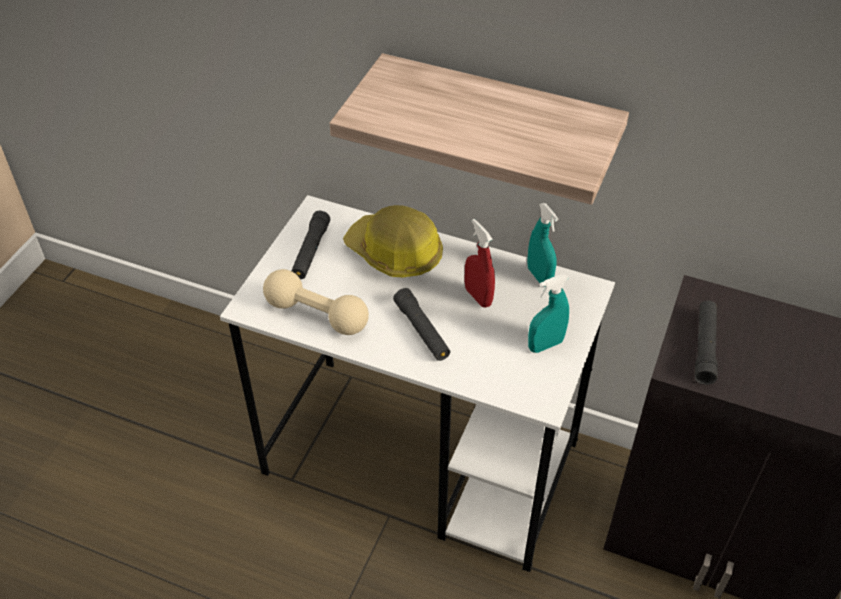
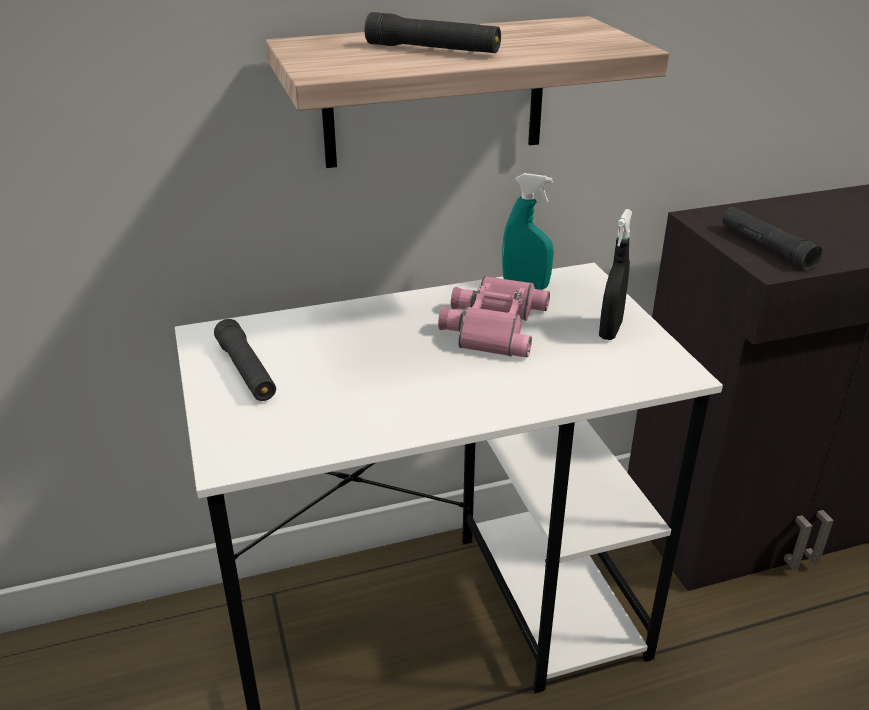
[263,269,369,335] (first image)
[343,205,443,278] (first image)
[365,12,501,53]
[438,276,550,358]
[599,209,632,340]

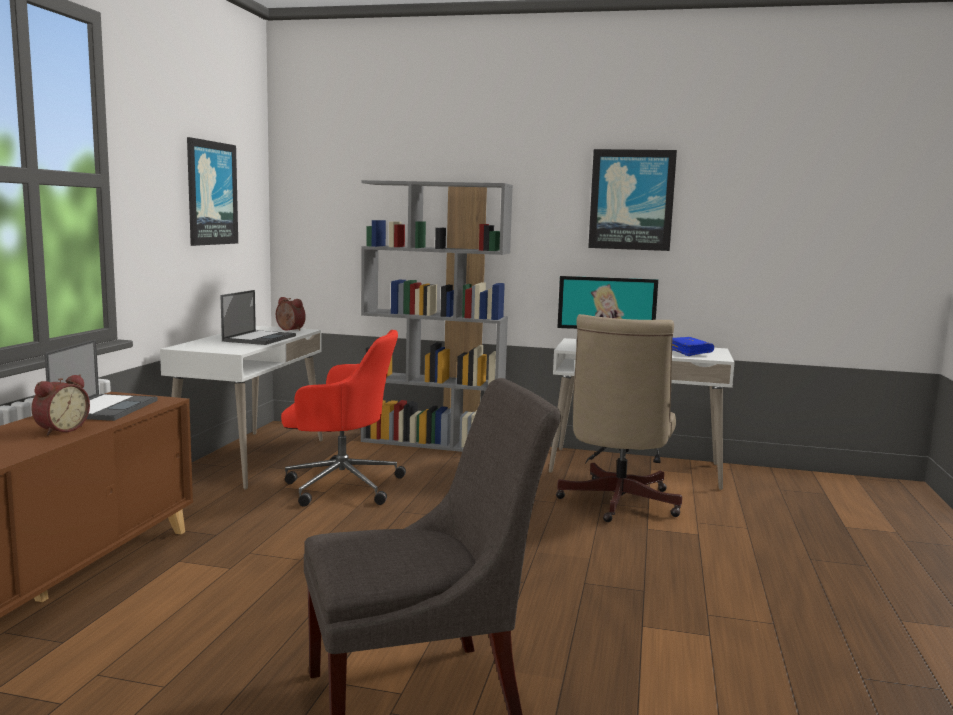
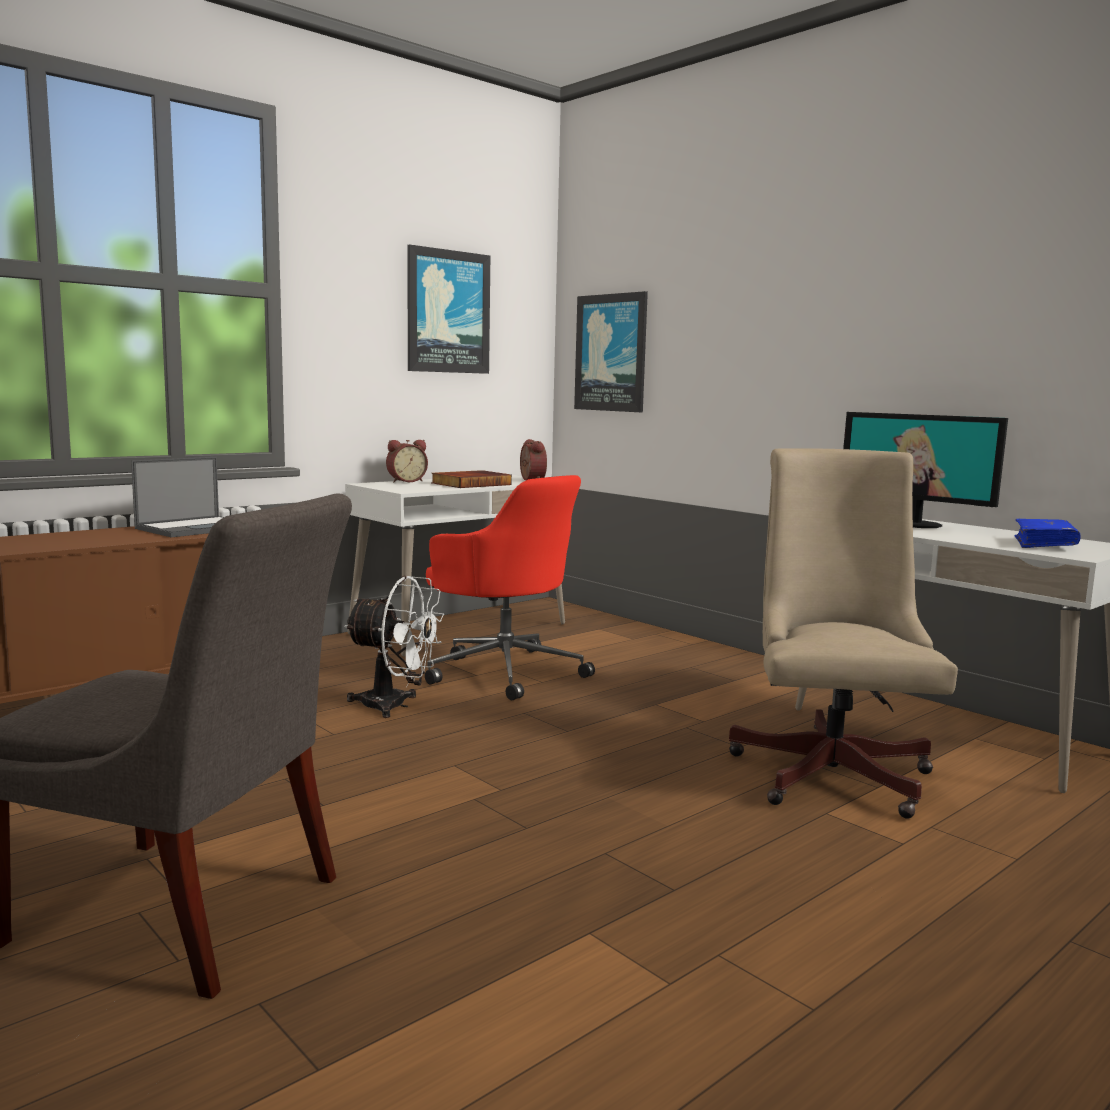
[361,180,513,452] (first image)
[344,576,444,718]
[386,440,428,482]
[574,291,648,412]
[431,470,512,488]
[729,448,958,819]

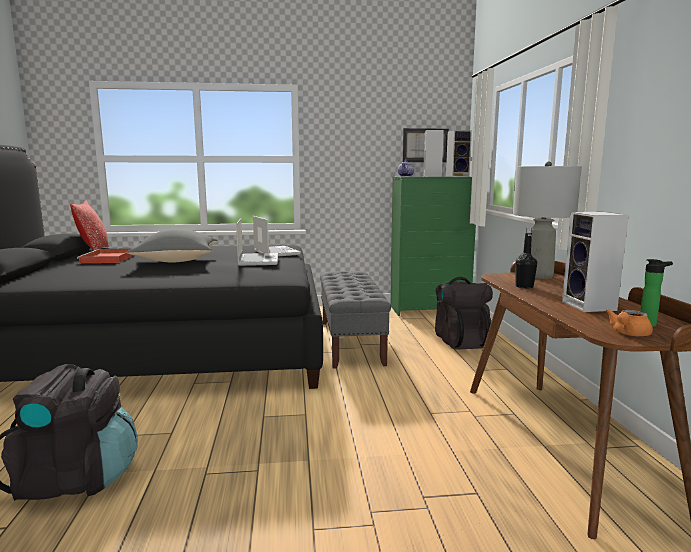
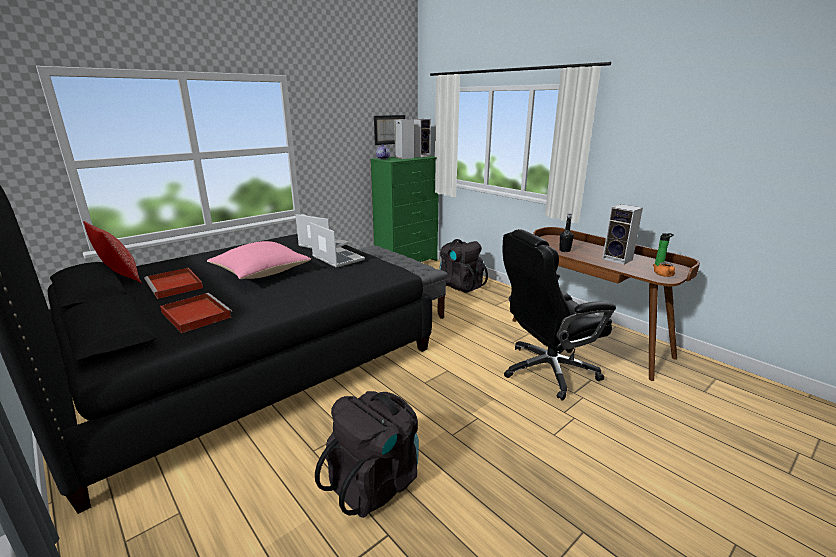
[513,161,582,279] (first image)
[160,293,232,333]
[503,229,616,400]
[207,241,311,279]

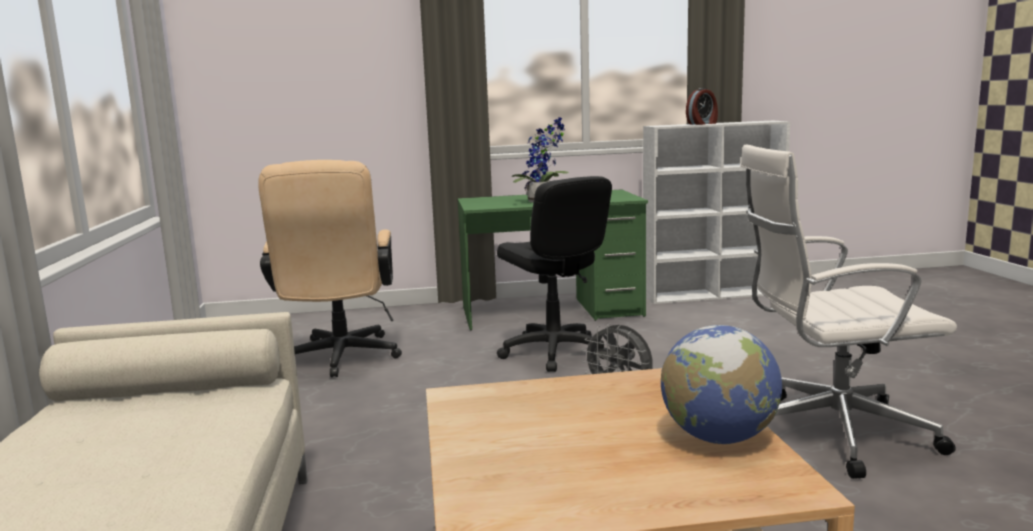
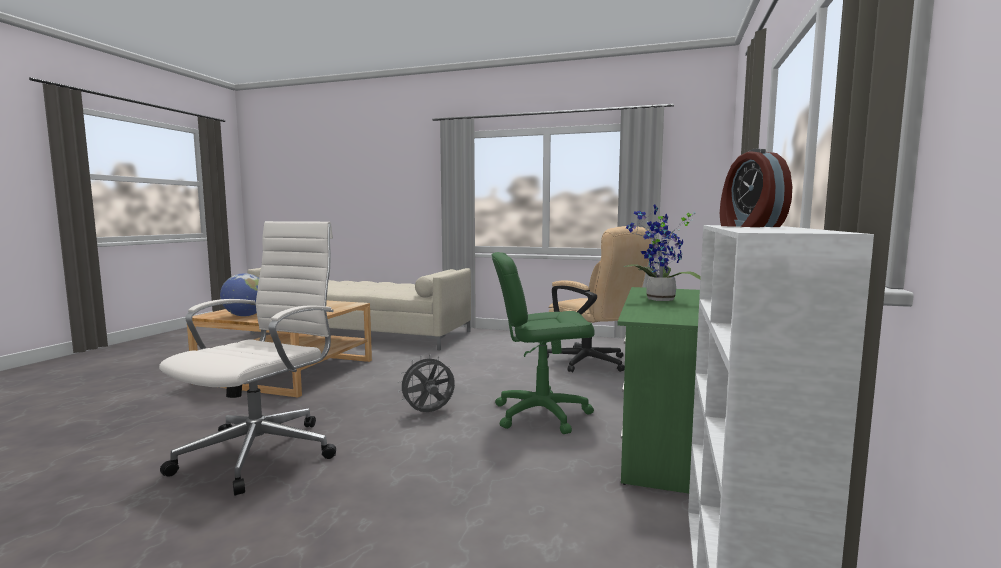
[492,252,595,434]
[547,226,651,372]

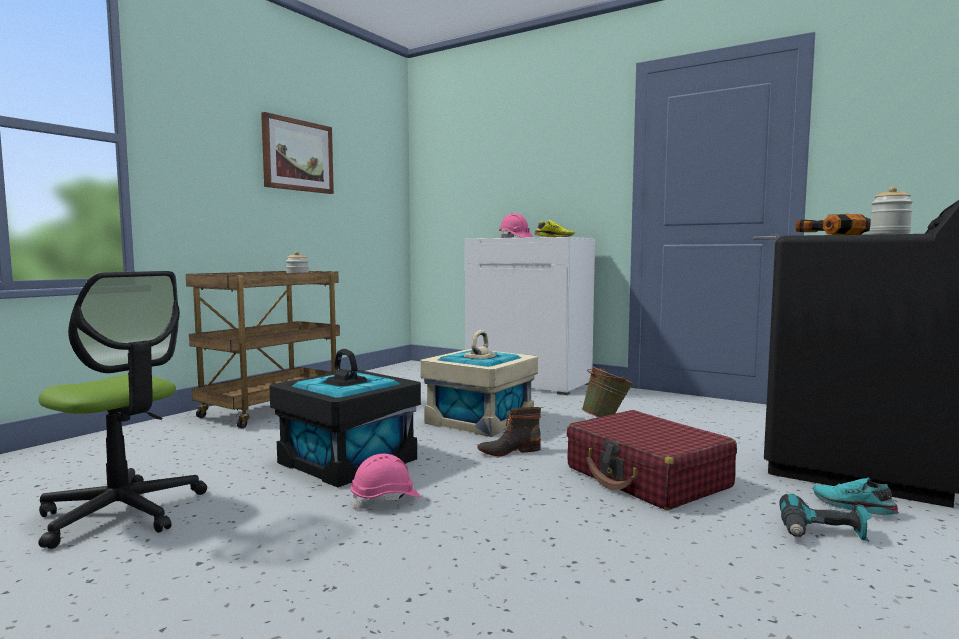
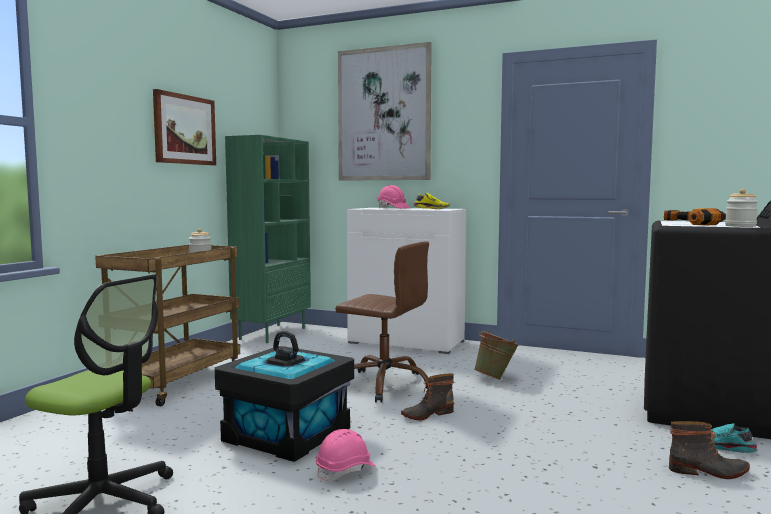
[567,410,737,510] (first image)
[225,135,311,343]
[338,42,432,181]
[335,241,429,403]
[669,421,750,479]

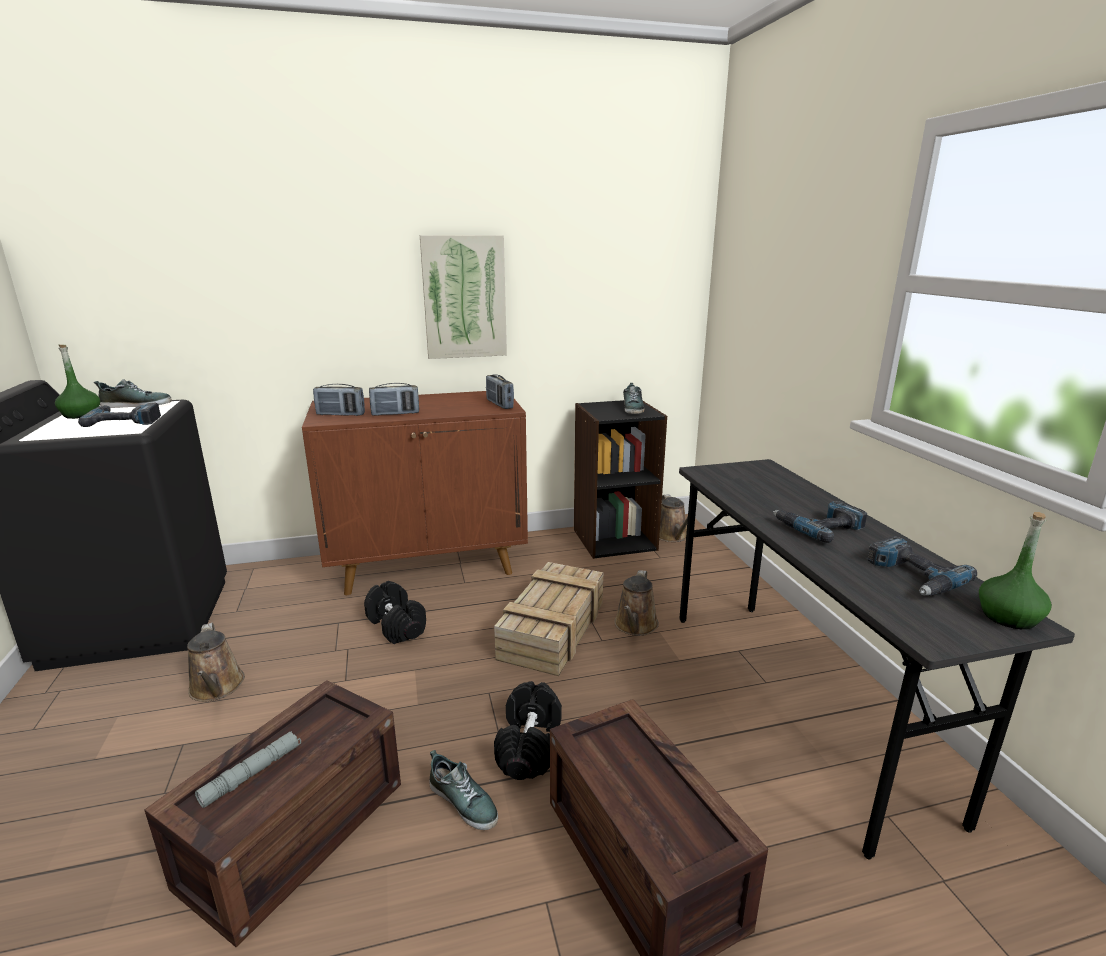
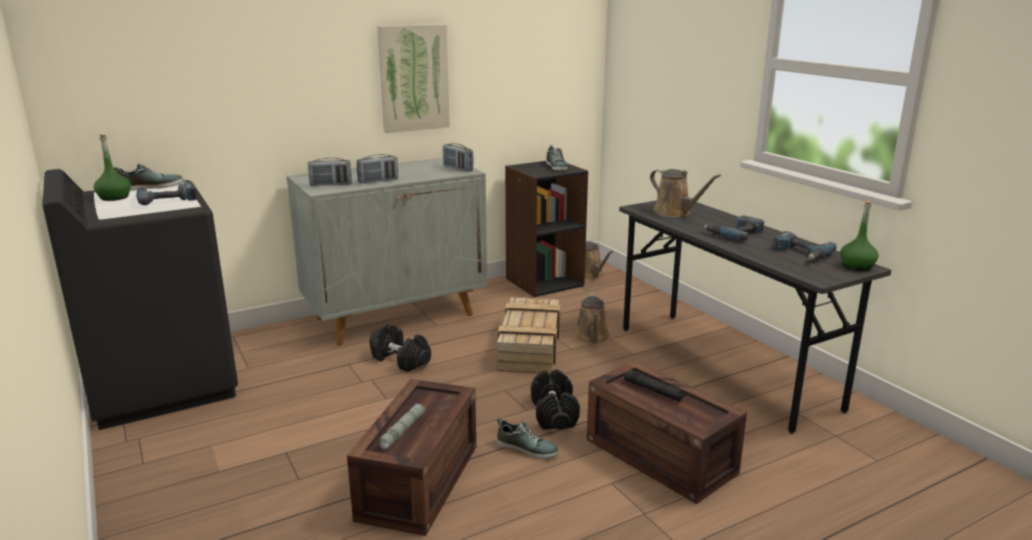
[624,370,686,402]
[650,169,721,217]
[287,158,487,346]

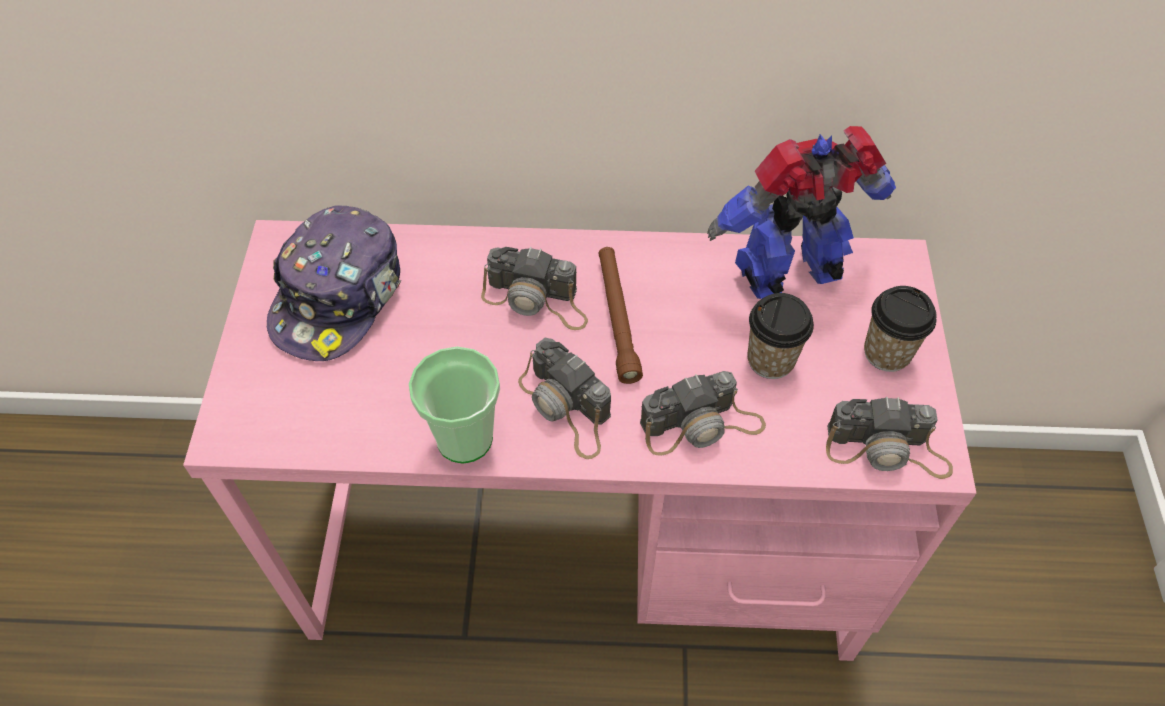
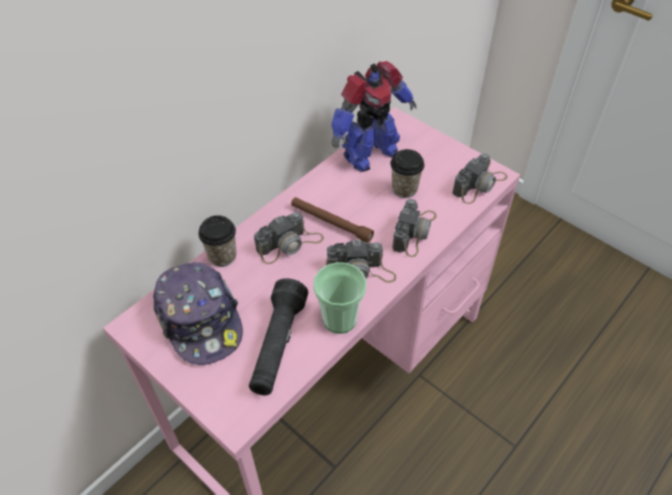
[249,278,308,395]
[198,215,236,267]
[331,61,416,172]

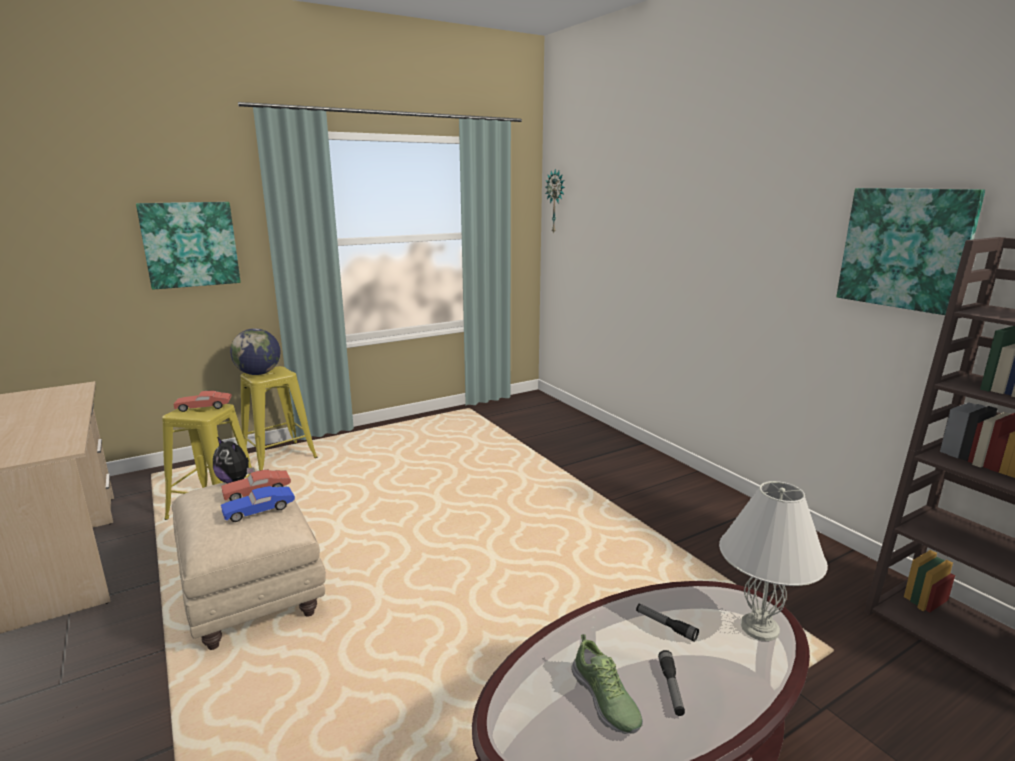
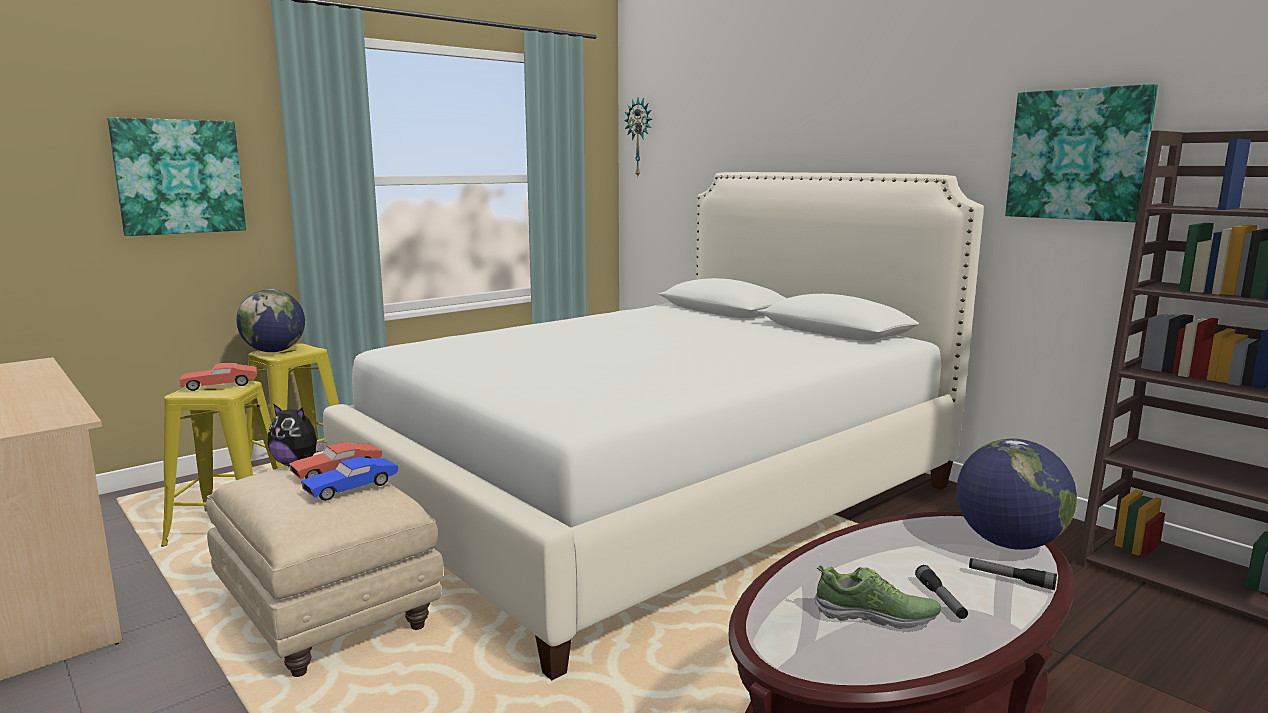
[323,172,984,680]
[969,558,1057,590]
[957,438,1077,550]
[814,565,941,629]

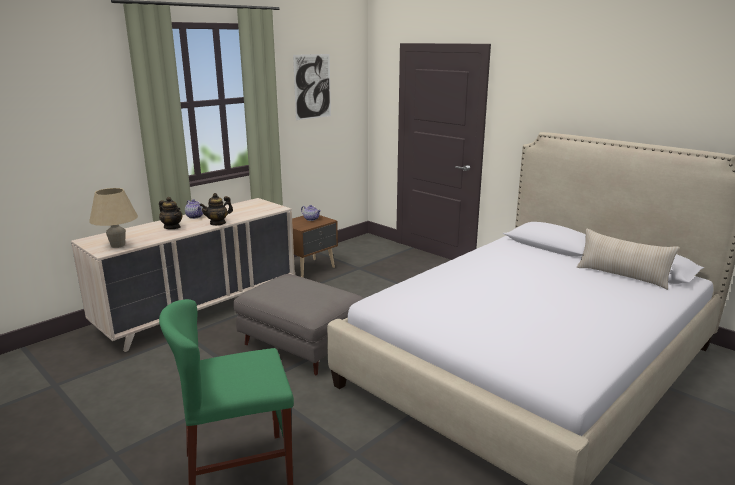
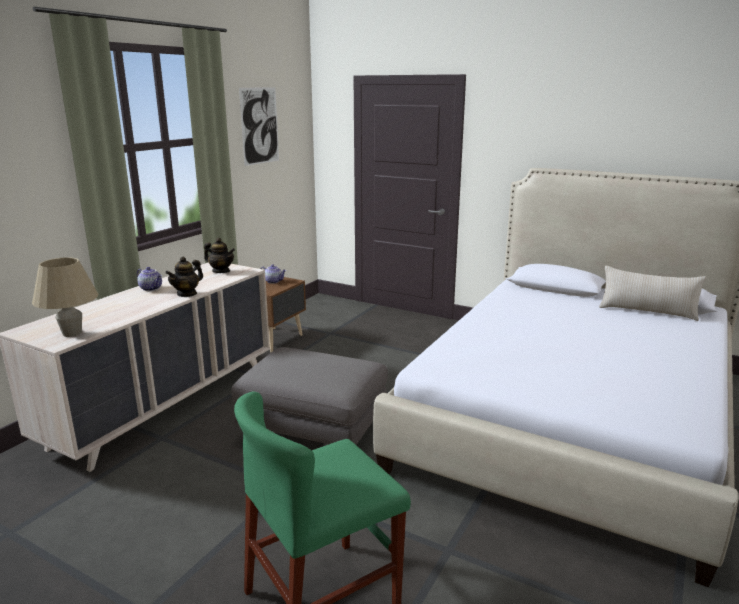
[204,238,235,273]

